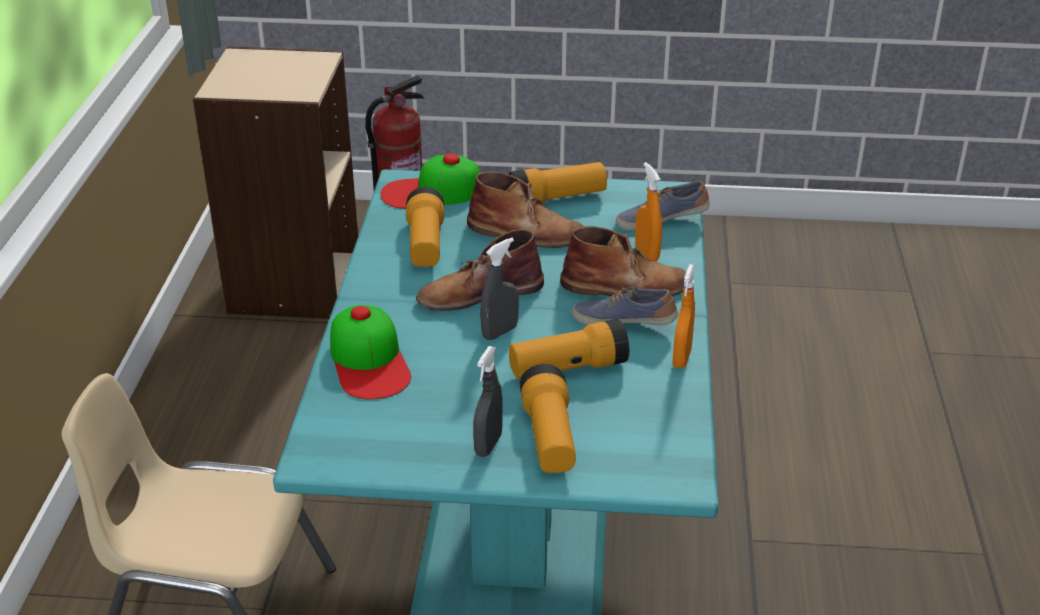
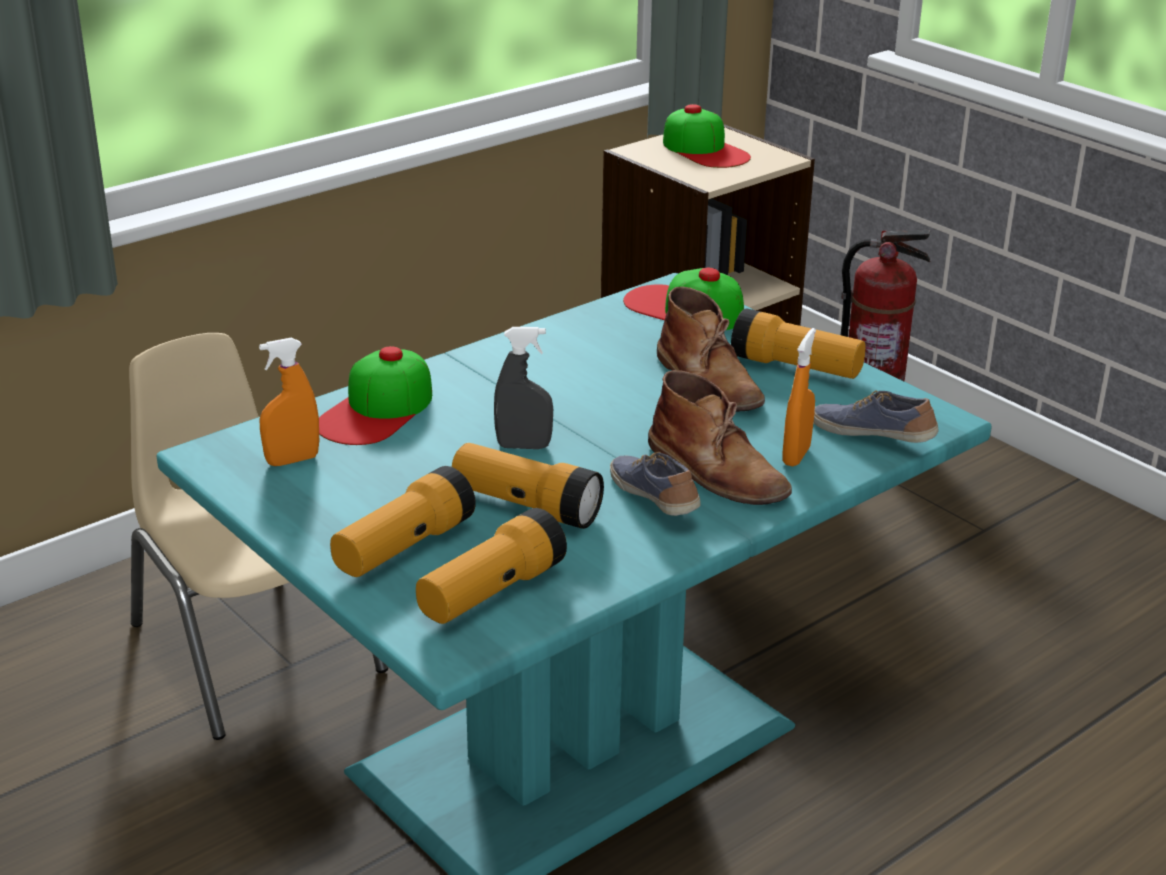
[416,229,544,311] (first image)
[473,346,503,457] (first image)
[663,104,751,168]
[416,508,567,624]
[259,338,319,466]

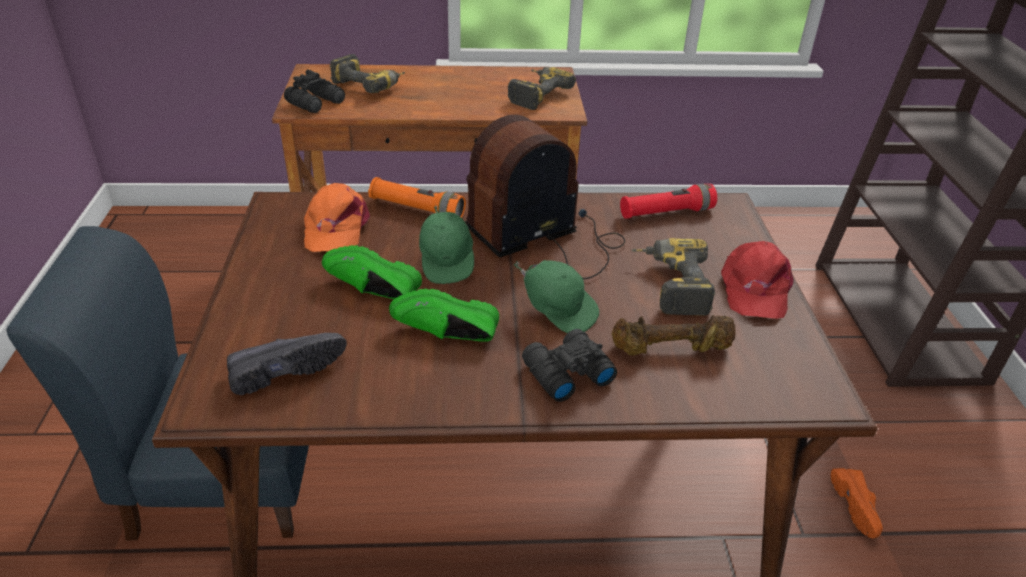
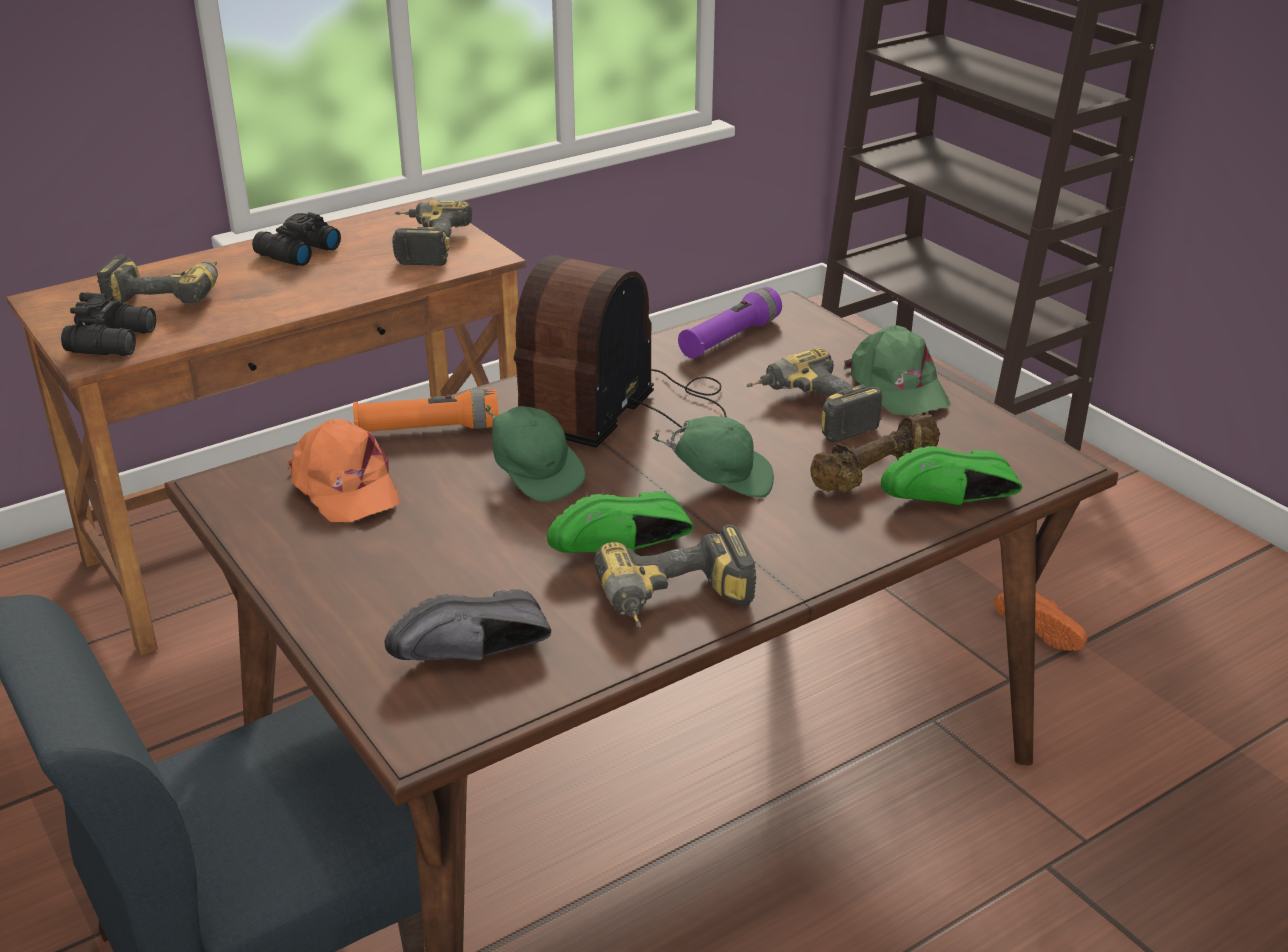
[594,524,756,628]
[881,446,1022,505]
[252,212,341,266]
[678,287,782,358]
[844,326,951,415]
[385,589,551,661]

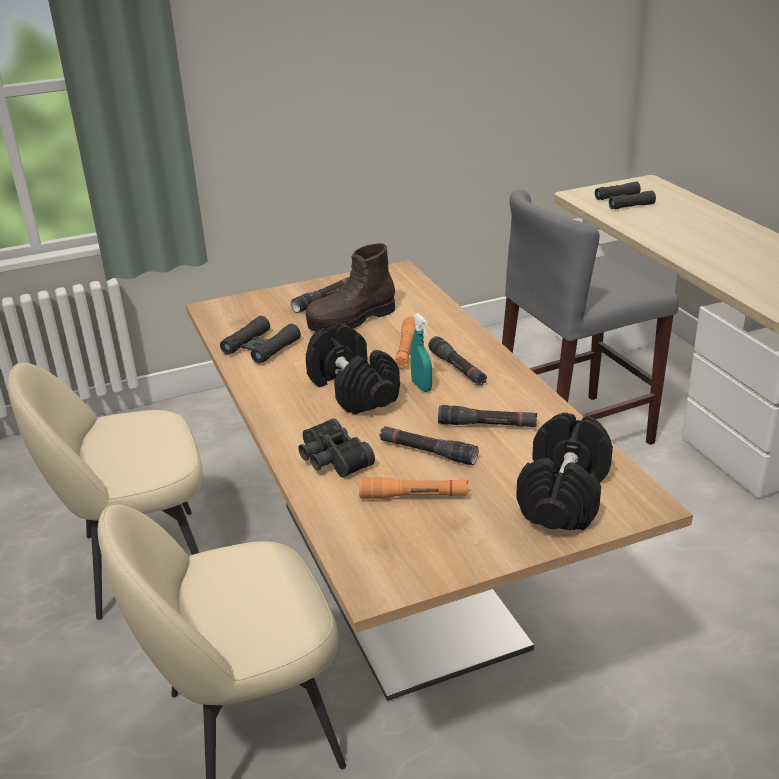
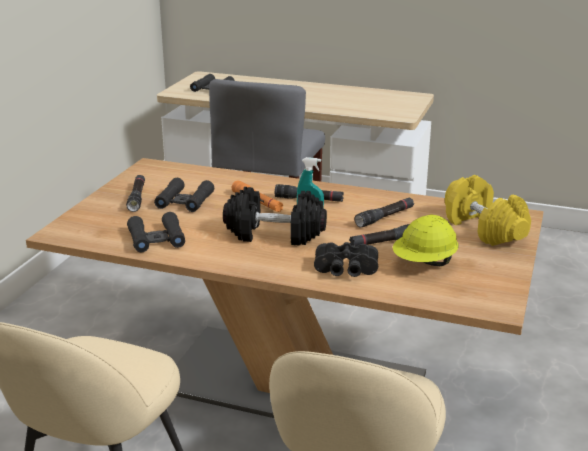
[154,178,214,212]
[393,215,459,266]
[445,175,531,246]

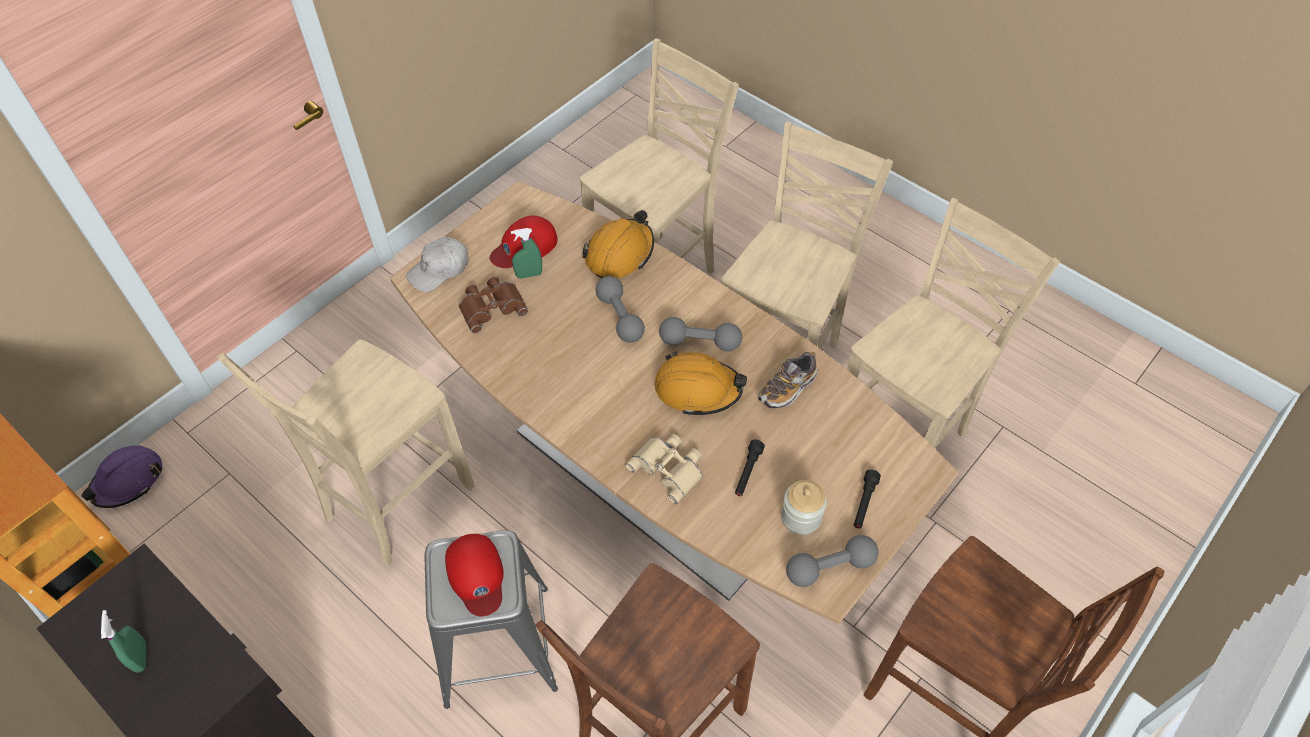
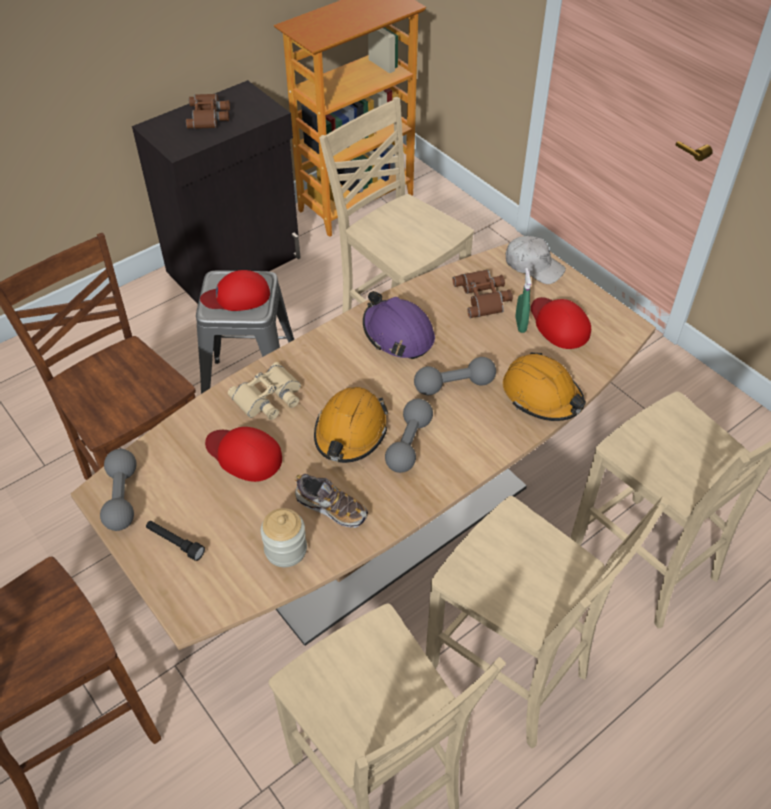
[363,291,435,359]
[261,508,307,567]
[186,94,230,129]
[205,427,282,482]
[506,236,566,284]
[295,474,368,528]

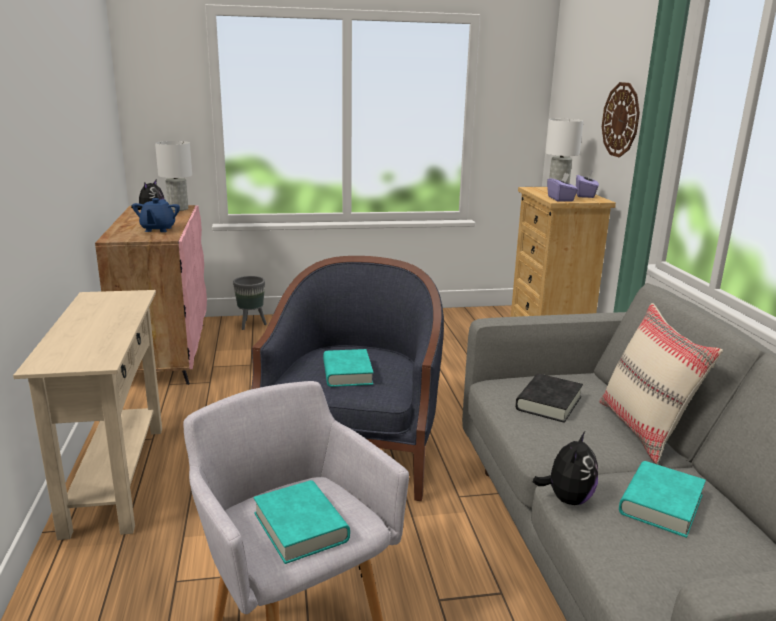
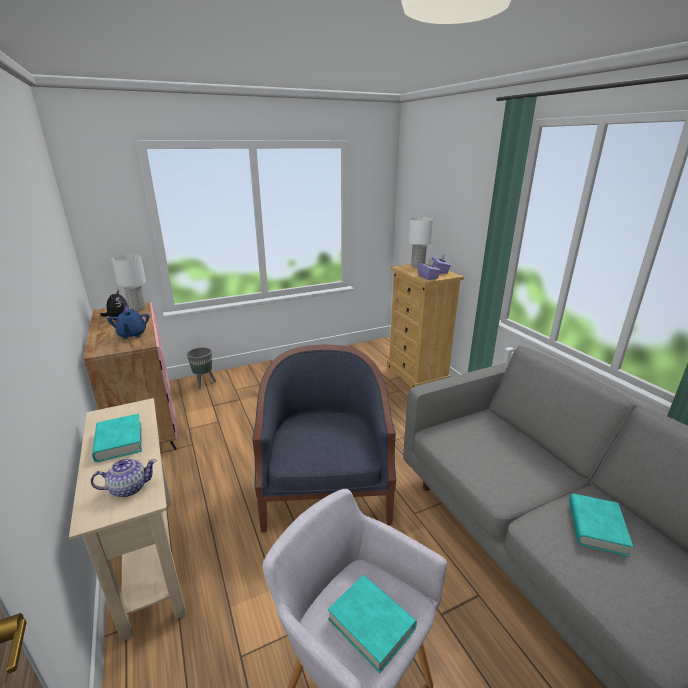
[515,374,583,423] (first image)
[533,430,598,505] (first image)
[600,303,723,464] (first image)
[602,82,640,157] (first image)
[91,458,157,497]
[92,414,142,462]

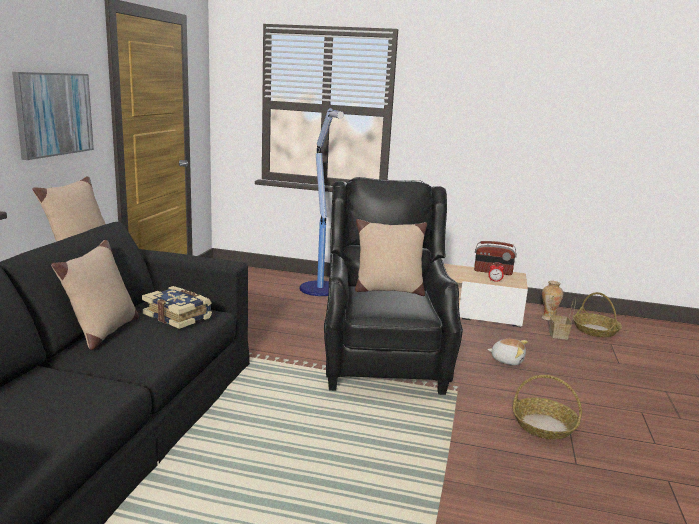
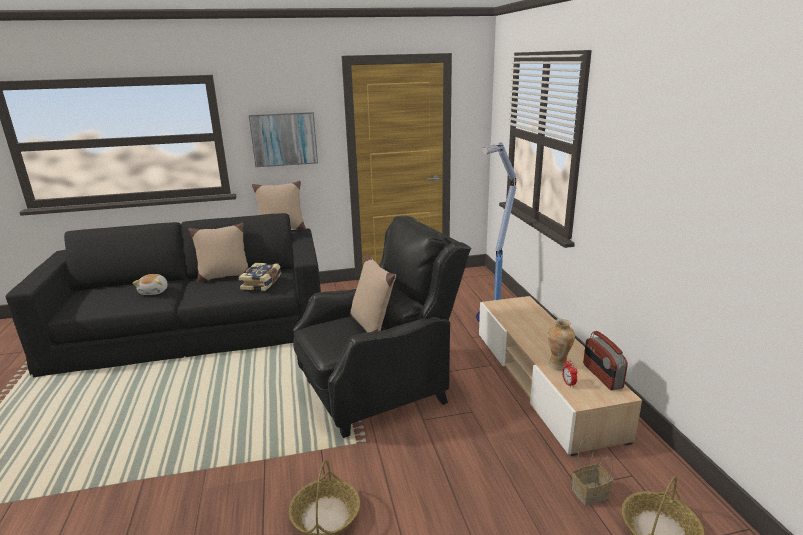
[132,274,168,295]
[548,319,575,370]

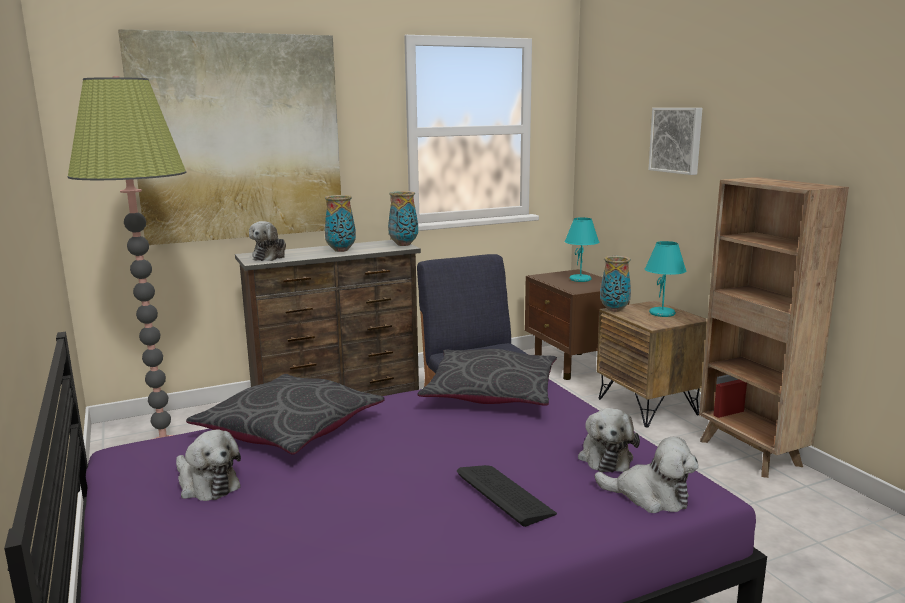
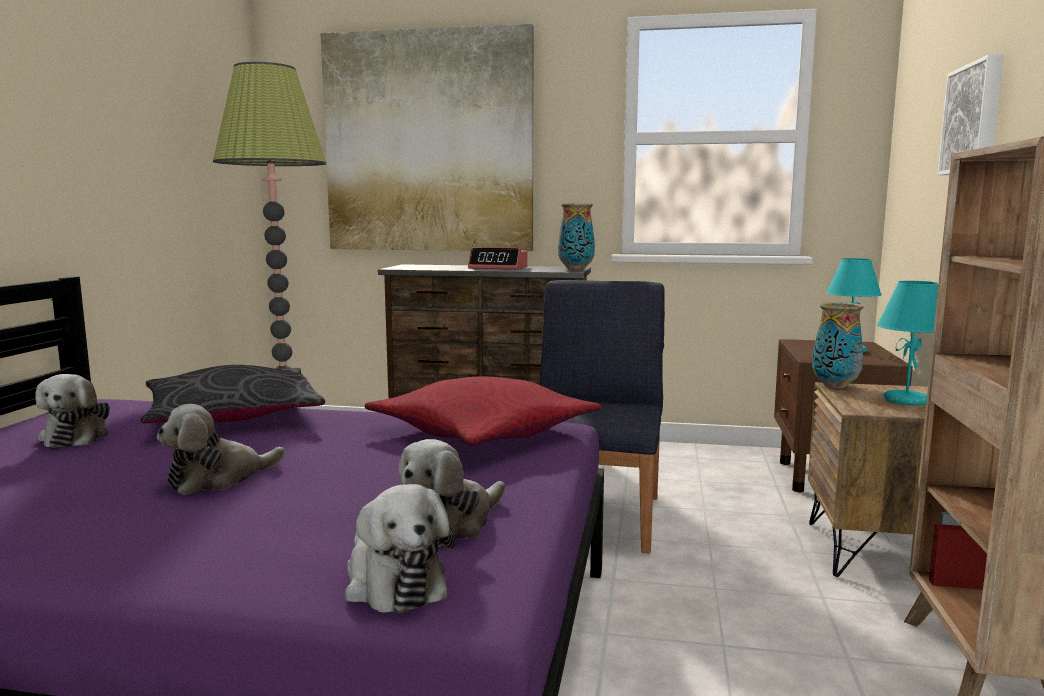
[457,465,557,527] (first image)
[157,404,285,495]
[468,247,528,270]
[365,377,601,446]

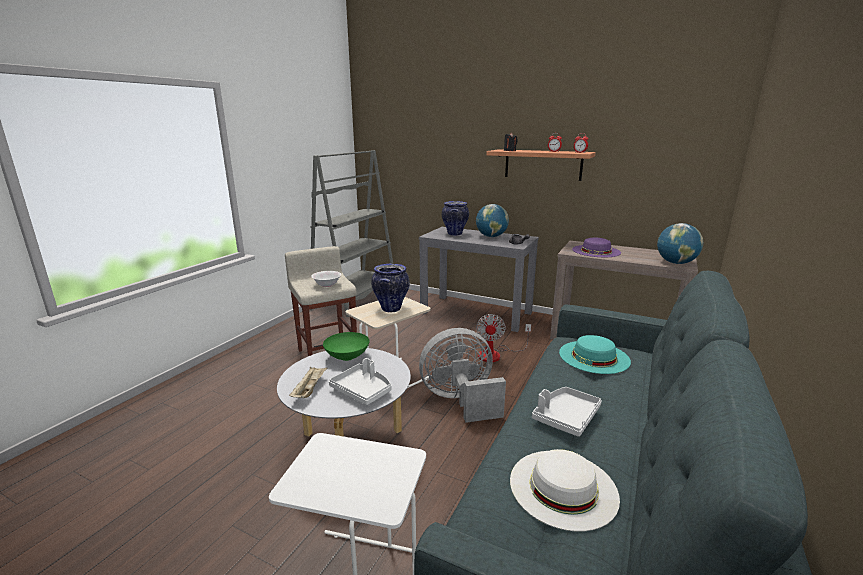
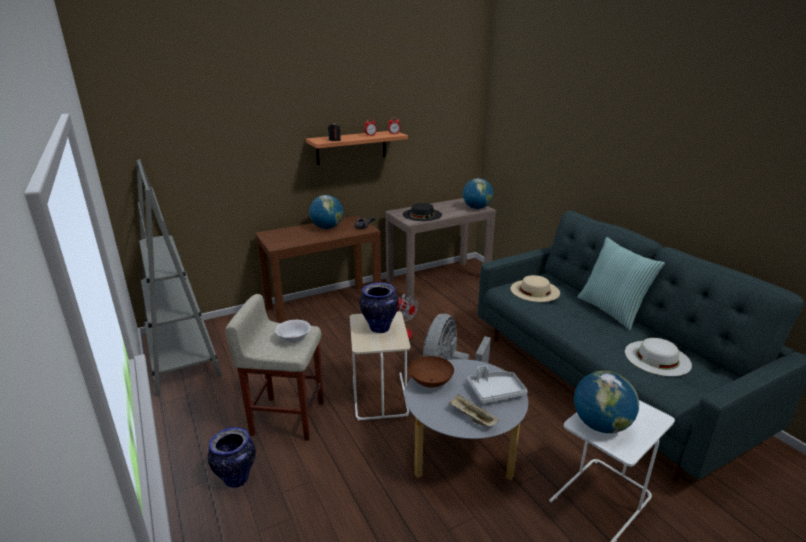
[532,387,602,437] (first image)
[574,371,639,433]
[577,237,665,331]
[208,427,256,488]
[409,356,454,388]
[255,215,381,323]
[511,275,560,302]
[403,203,442,221]

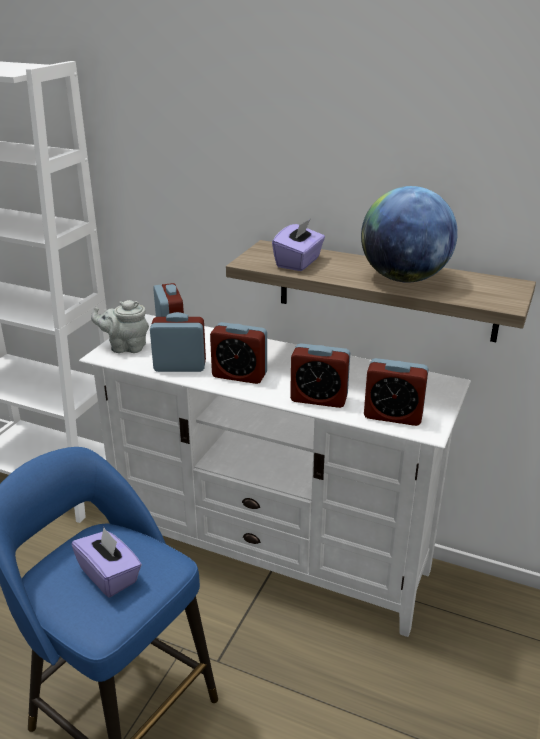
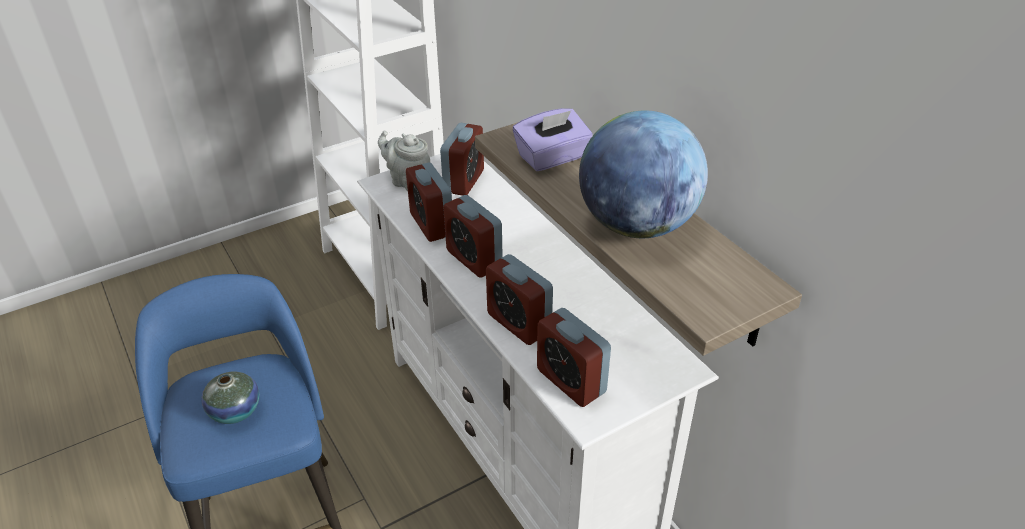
[201,371,259,424]
[406,162,452,242]

